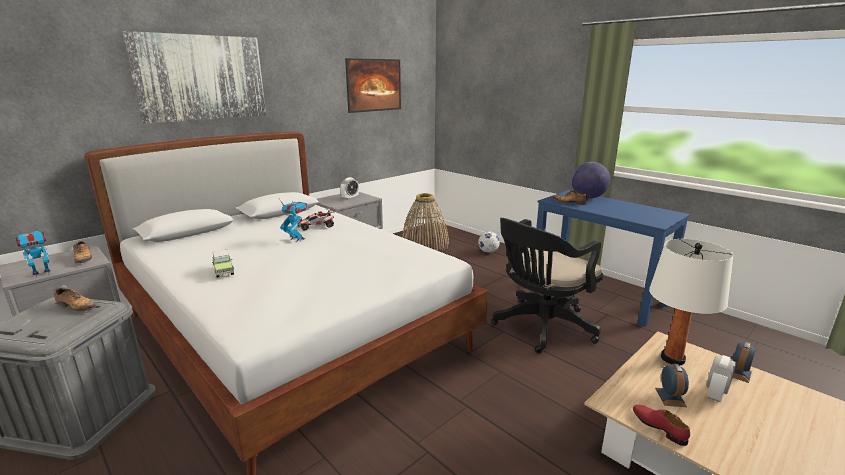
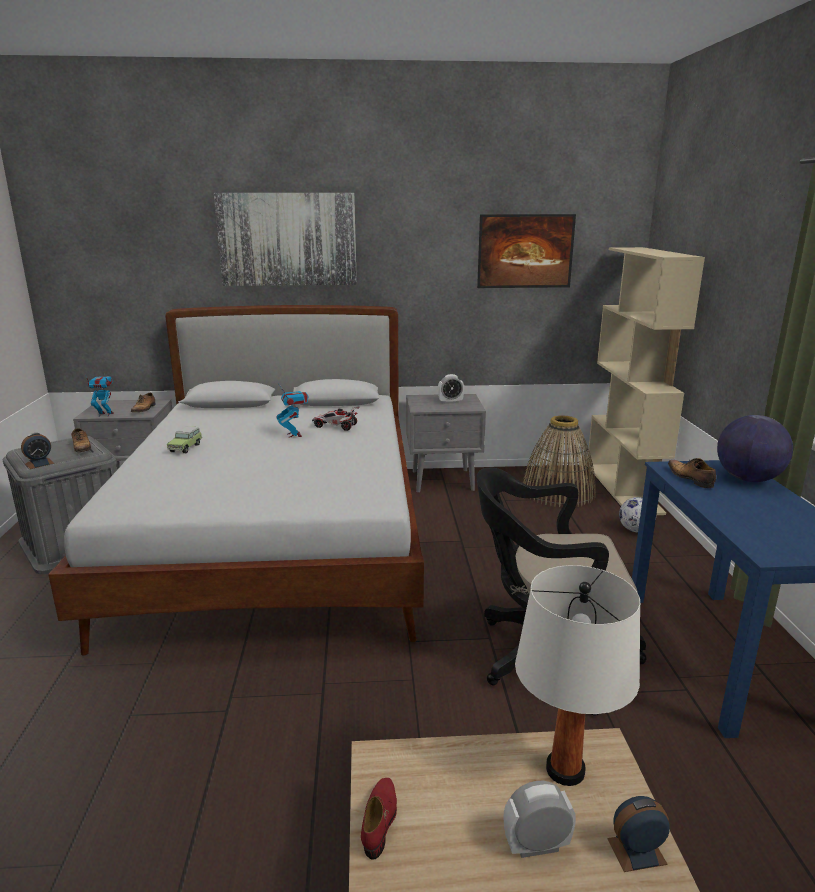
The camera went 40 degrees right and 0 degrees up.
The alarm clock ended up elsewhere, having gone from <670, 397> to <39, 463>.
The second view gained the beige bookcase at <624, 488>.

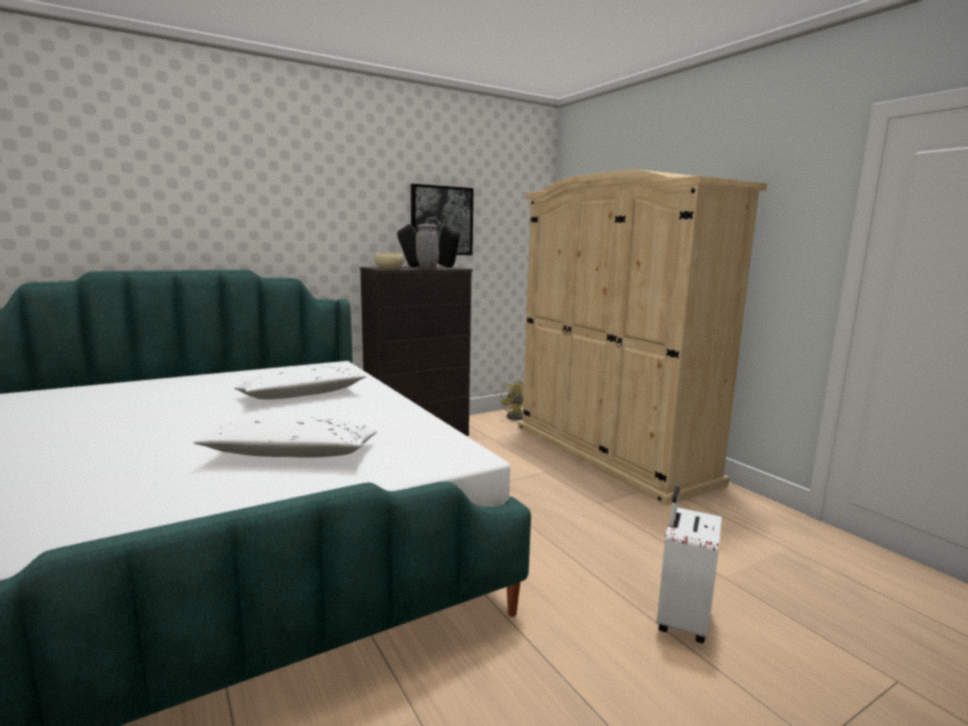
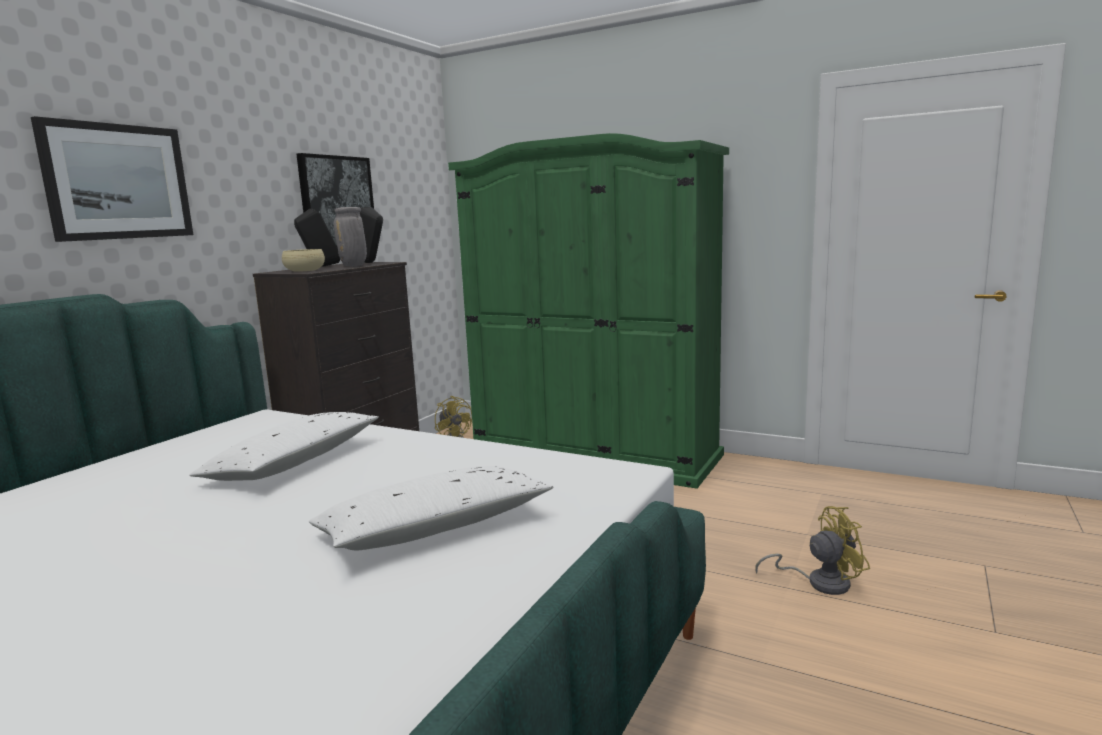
The camera went 30 degrees left and 0 degrees up.
The second view gained the picture at <118, 182>.
What was the beige wardrobe at <610, 453> turned into the green wardrobe at <593, 453>.
Where the white suitcase stood at <681, 621>, the yellow fan came to stand at <819, 582>.

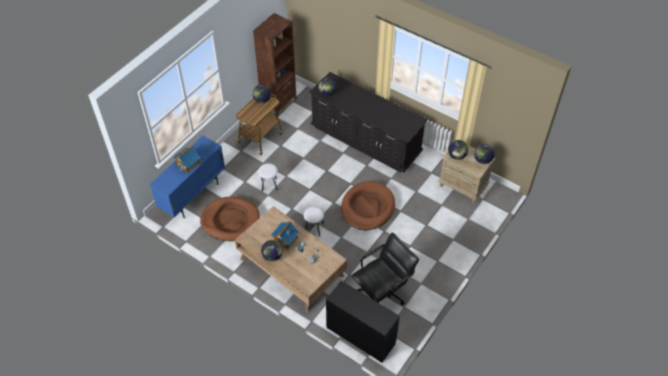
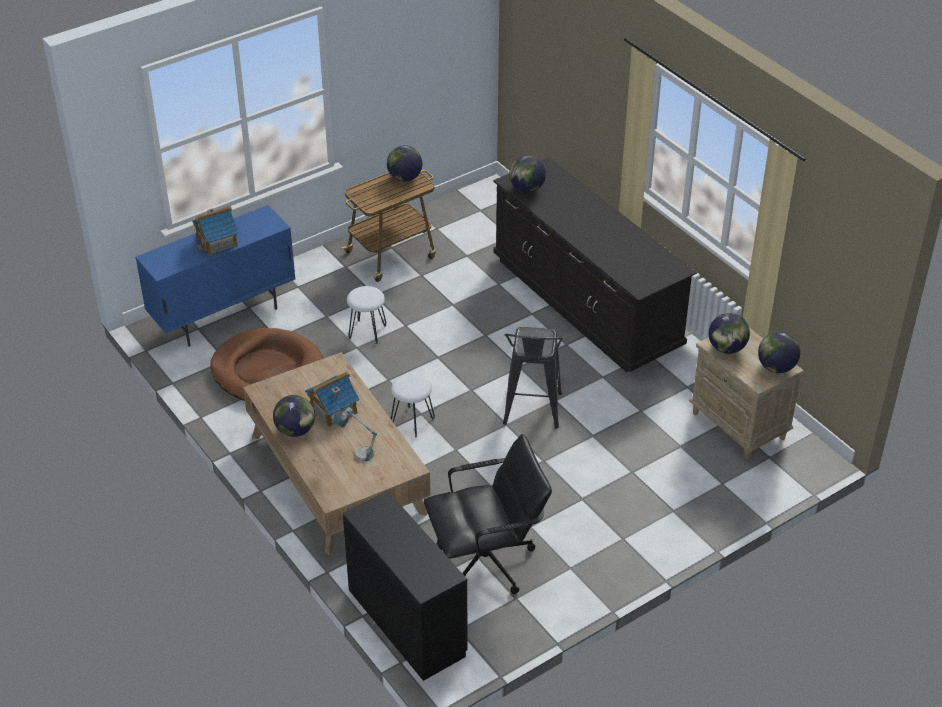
The camera went 20 degrees right and 10 degrees down.
Where the brown dog bed stood at <367, 207>, the black stool came to stand at <531, 414>.
The second view lost the brown bookcase at <279, 103>.

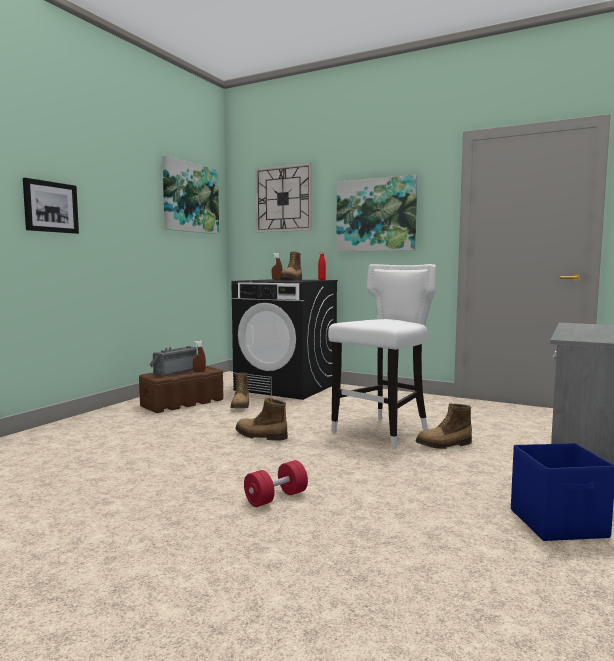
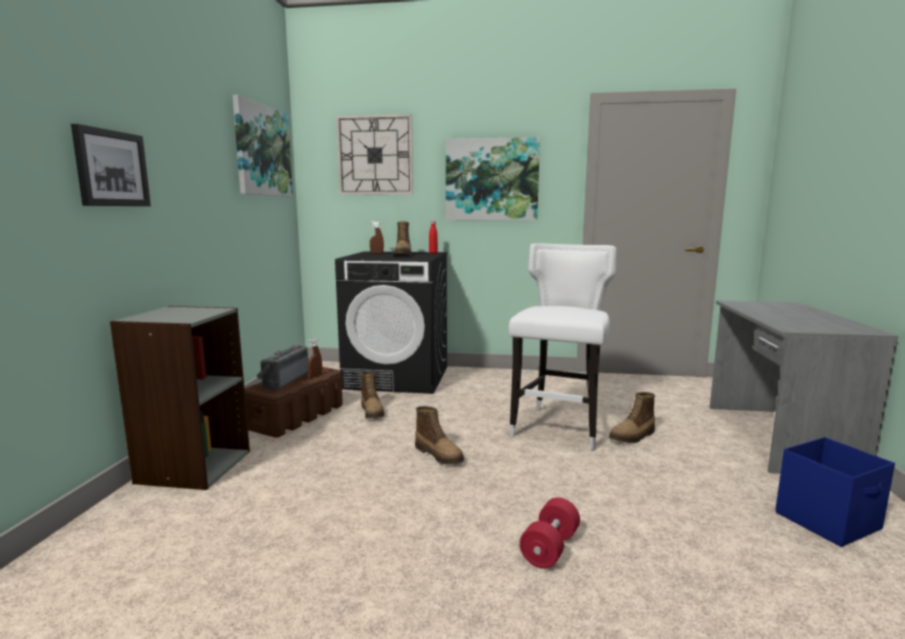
The camera went 20 degrees left and 5 degrees up.
The second view gained the grey bookcase at <193, 467>.
The boot at <260, 436> ended up facing another way, 135 degrees counterclockwise from before.

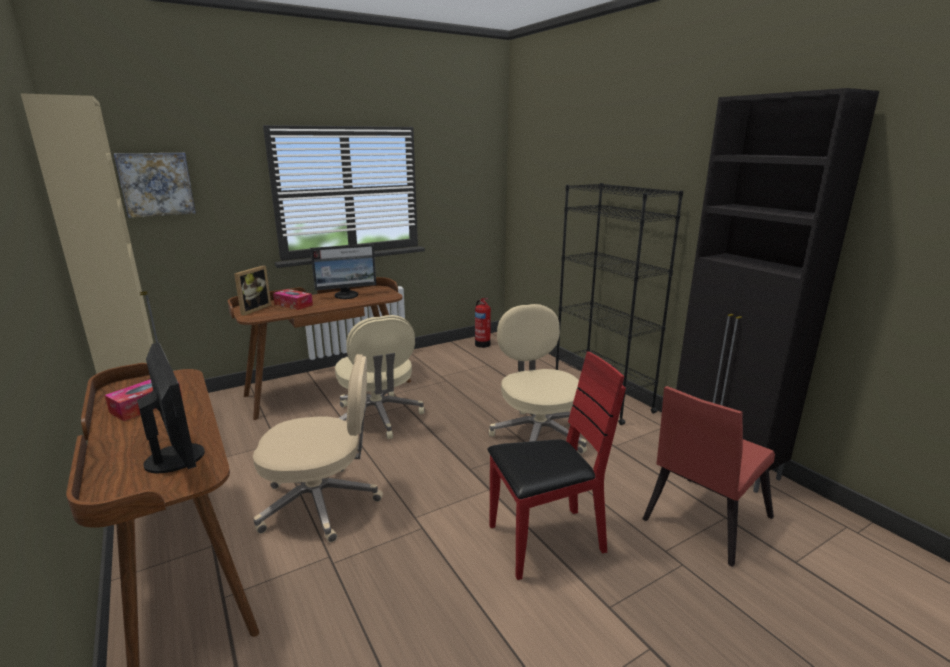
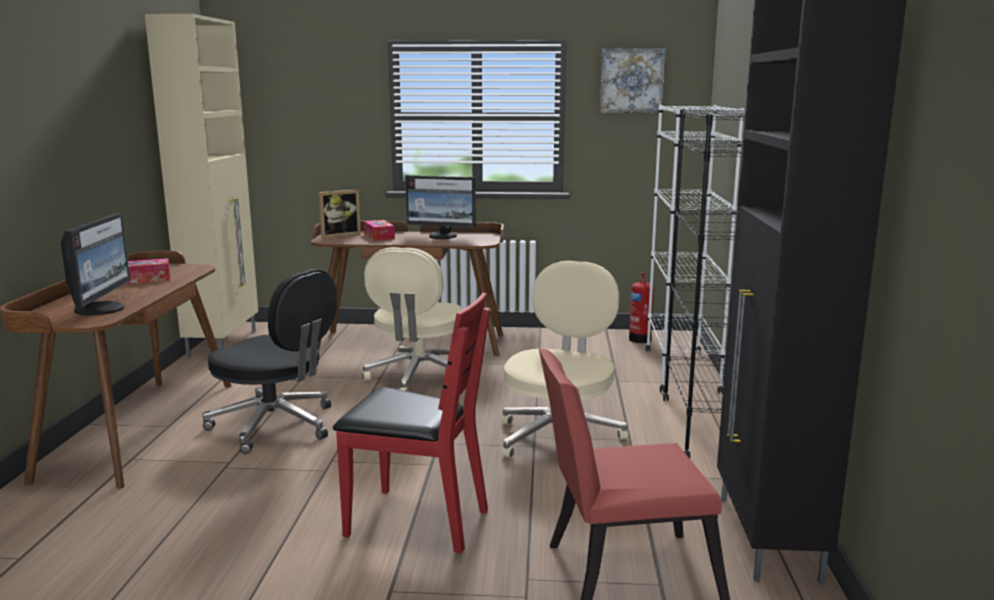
The camera went 35 degrees right and 5 degrees down.
What was the beige office chair at <322, 503> turned into the black office chair at <276, 426>.
The picture ended up elsewhere, having gone from <156, 184> to <632, 81>.
The second view gained the white bookcase at <681, 370>.

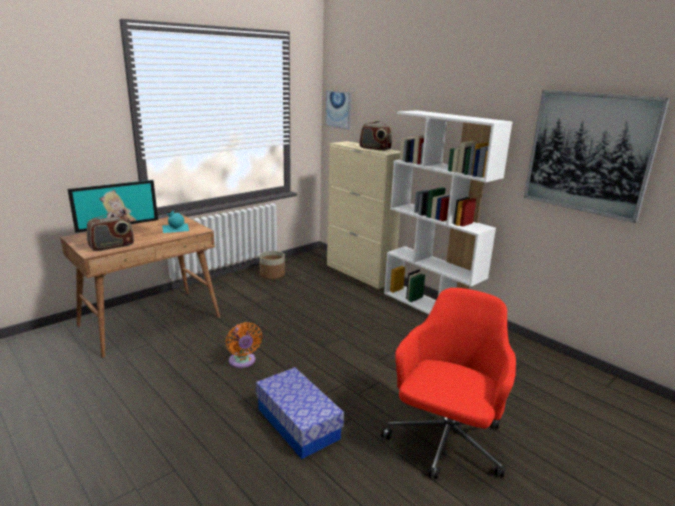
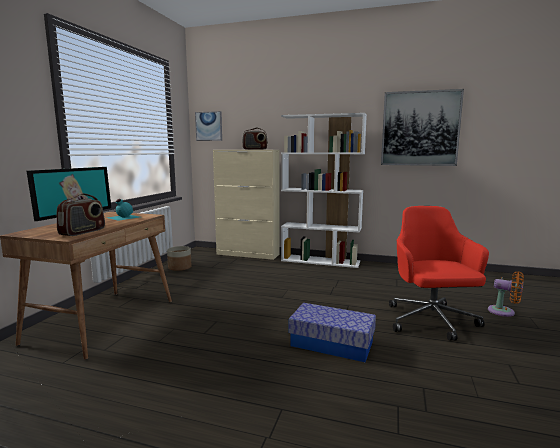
The camera went 30 degrees left and 10 degrees down.
The orange fan ended up elsewhere, having gone from <243, 362> to <504, 312>.

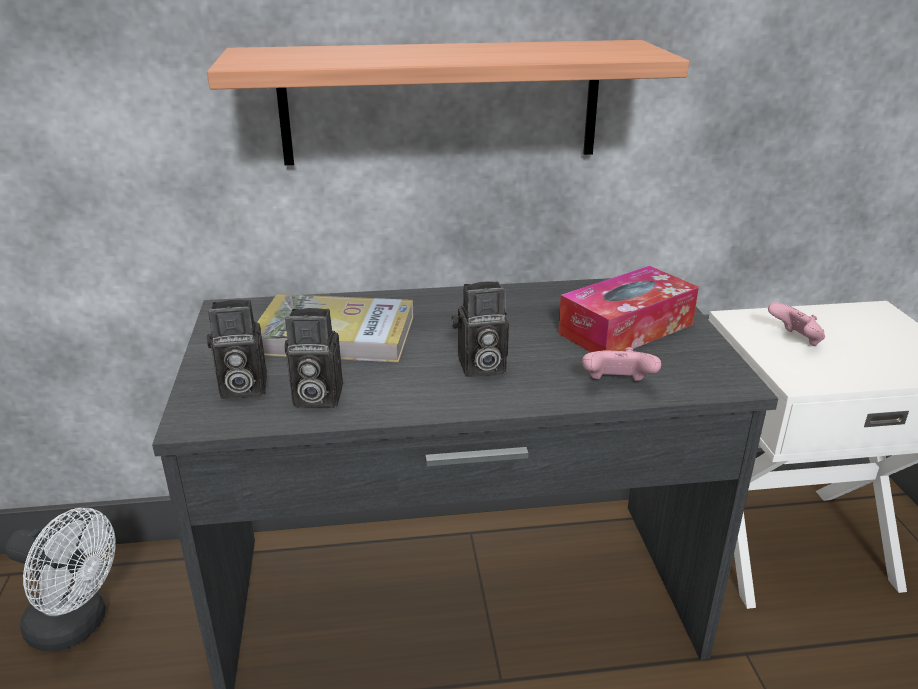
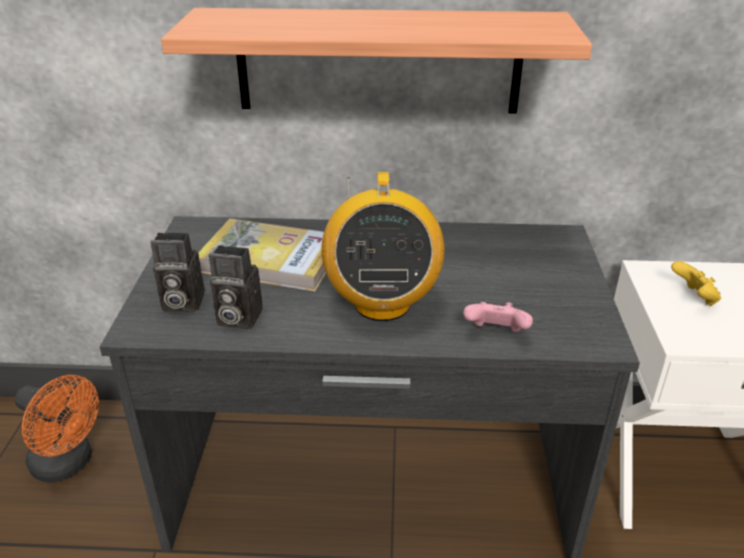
The camera went 10 degrees right and 5 degrees up.
What was the white fan at <77, 626> turned into the orange fan at <68, 464>.
Where the photo camera stood at <479, 367>, the radio came to stand at <381, 303>.
What was the pink game controller at <795, 340> turned into the yellow game controller at <693, 298>.
The second view lost the tissue box at <626, 329>.

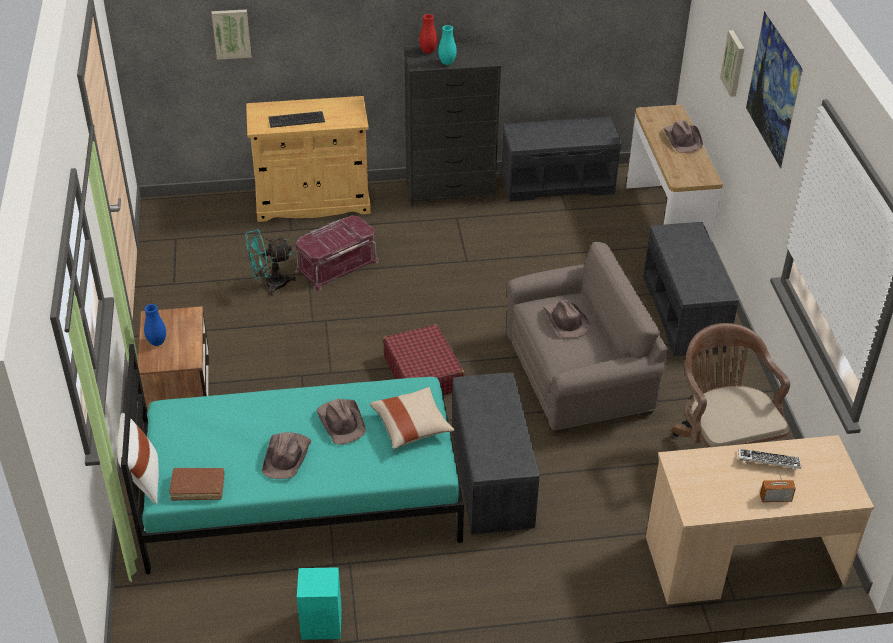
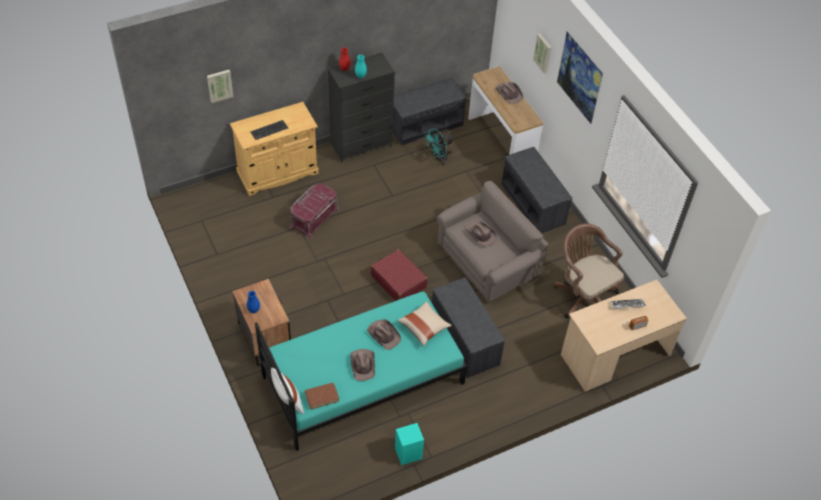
The camera went 20 degrees left and 10 degrees up.
The turquoise fan ended up elsewhere, having gone from <270, 284> to <438, 158>.

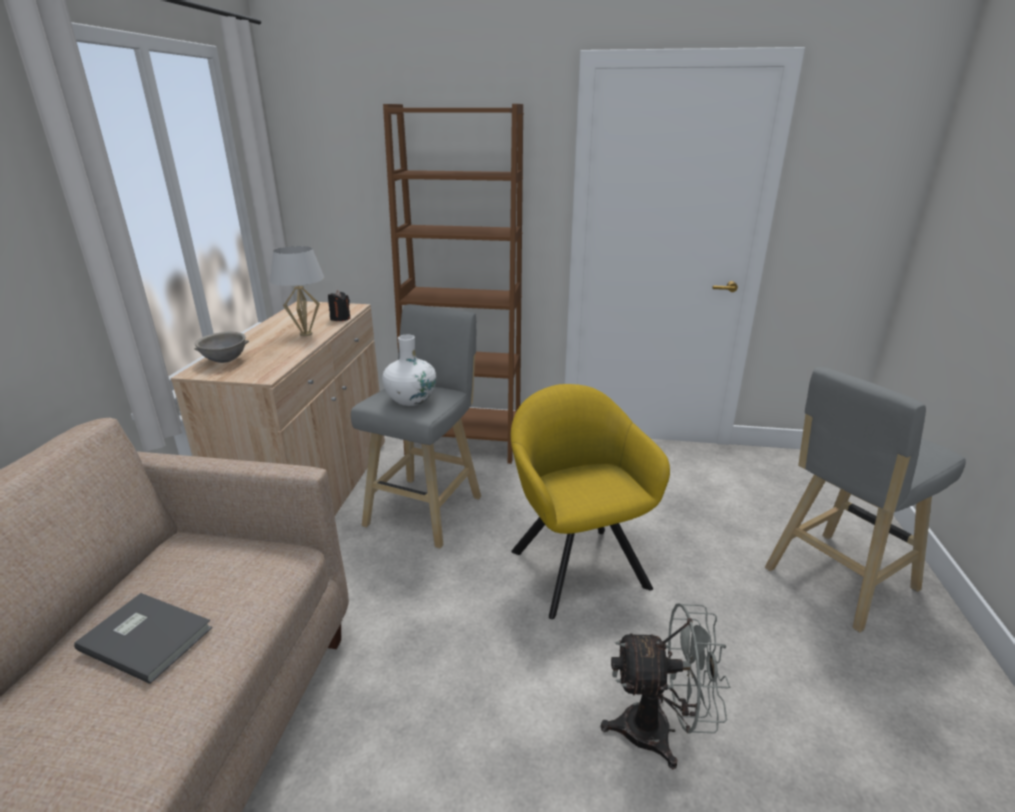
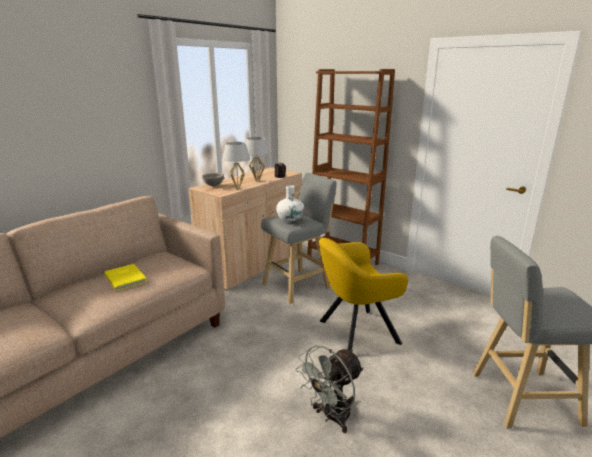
The camera went 30 degrees right and 5 degrees down.
What was the grey book at <147, 636> turned into the yellow book at <126, 278>.
The second view gained the white table lamp at <237, 188>.
The grey fan at <659, 730> ended up facing another way, 105 degrees clockwise from before.
The yellow armchair at <576, 563> ended up facing another way, 120 degrees counterclockwise from before.

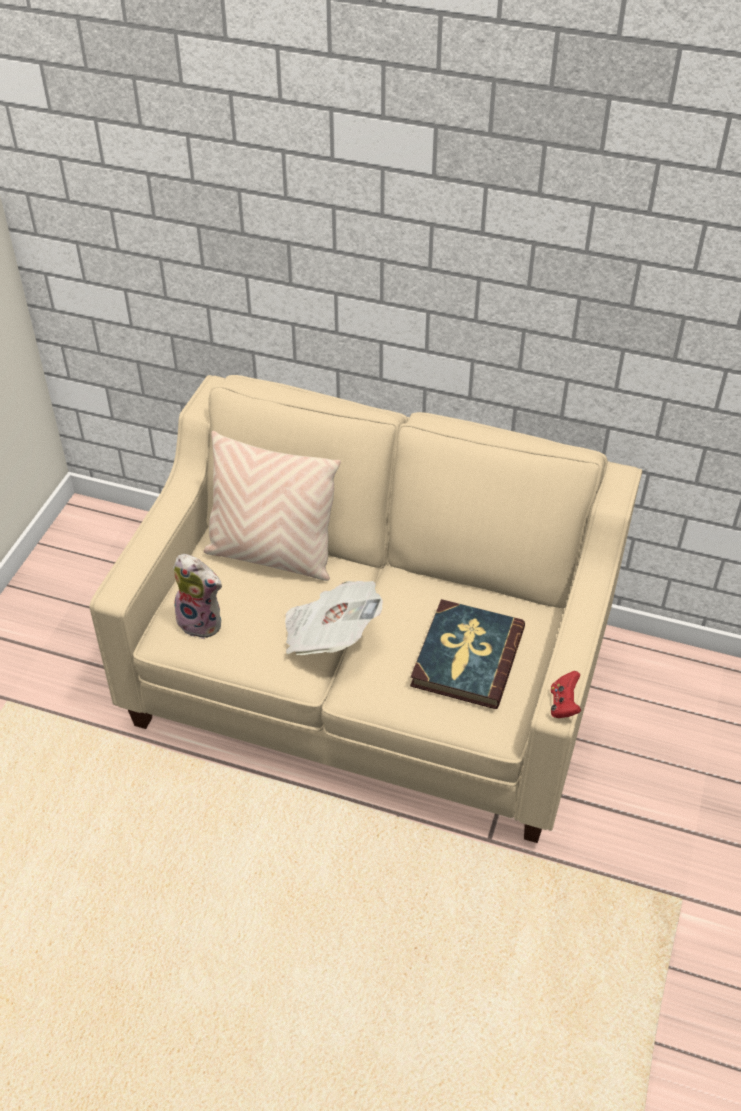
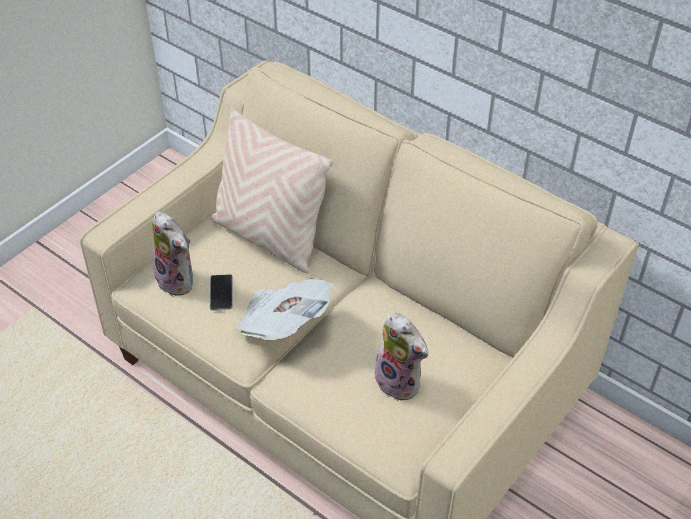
The camera went 20 degrees right and 0 degrees up.
The second view gained the phone at <221, 293>.
Where the book stood at <467, 657>, the plush toy came to stand at <401, 382>.
The second view lost the red game controller at <563, 704>.

